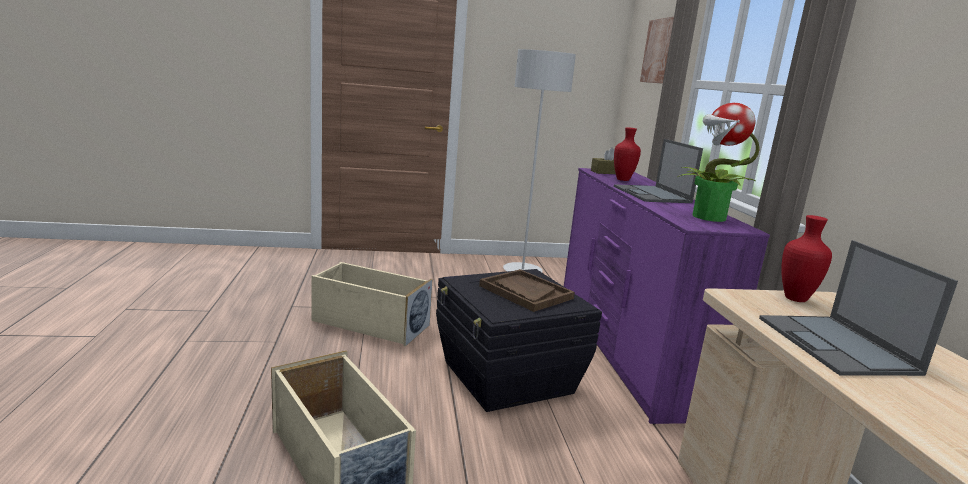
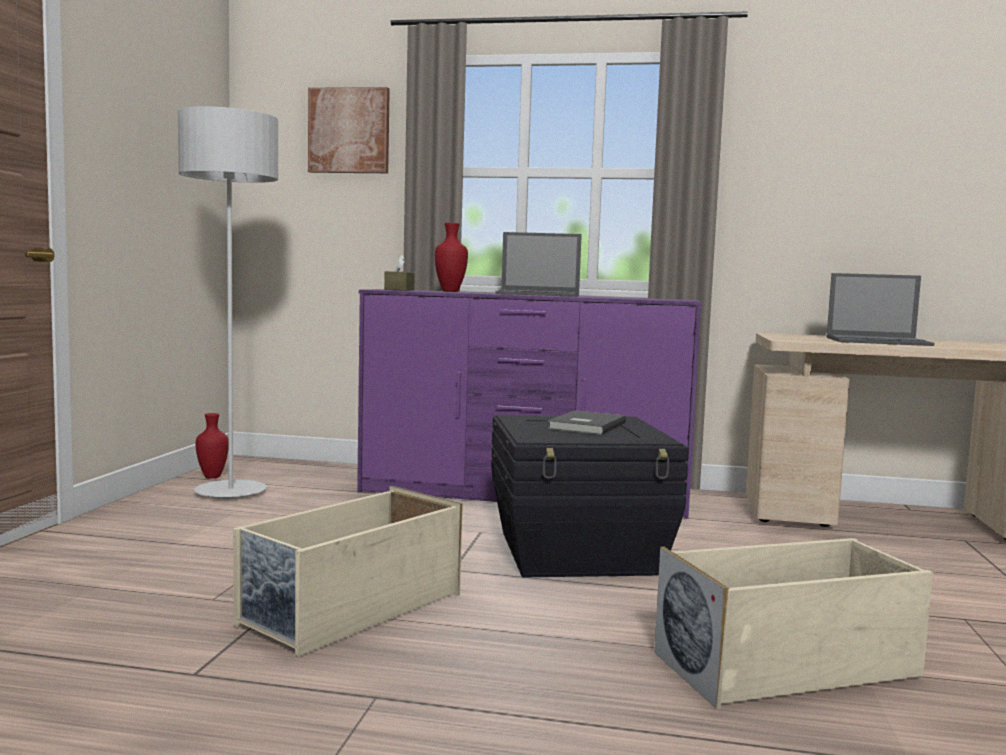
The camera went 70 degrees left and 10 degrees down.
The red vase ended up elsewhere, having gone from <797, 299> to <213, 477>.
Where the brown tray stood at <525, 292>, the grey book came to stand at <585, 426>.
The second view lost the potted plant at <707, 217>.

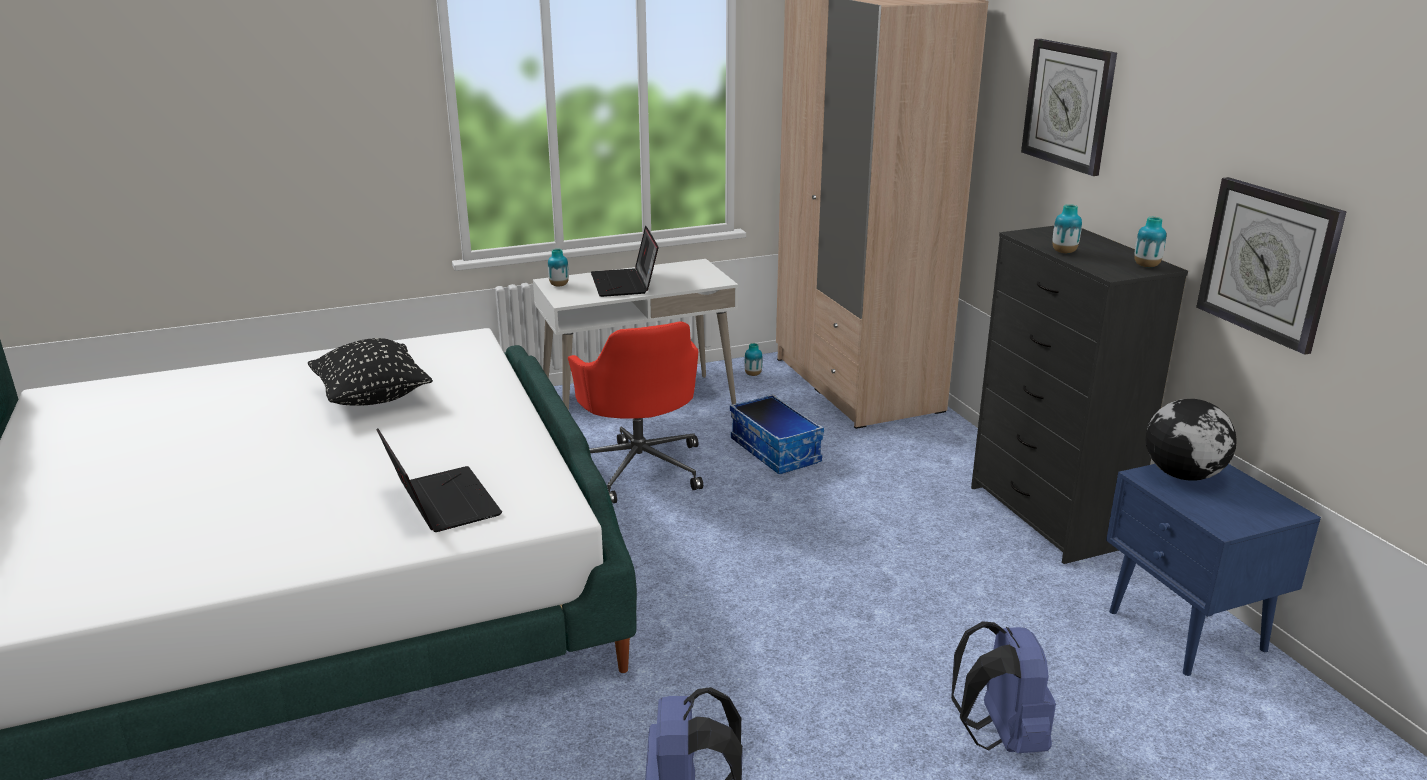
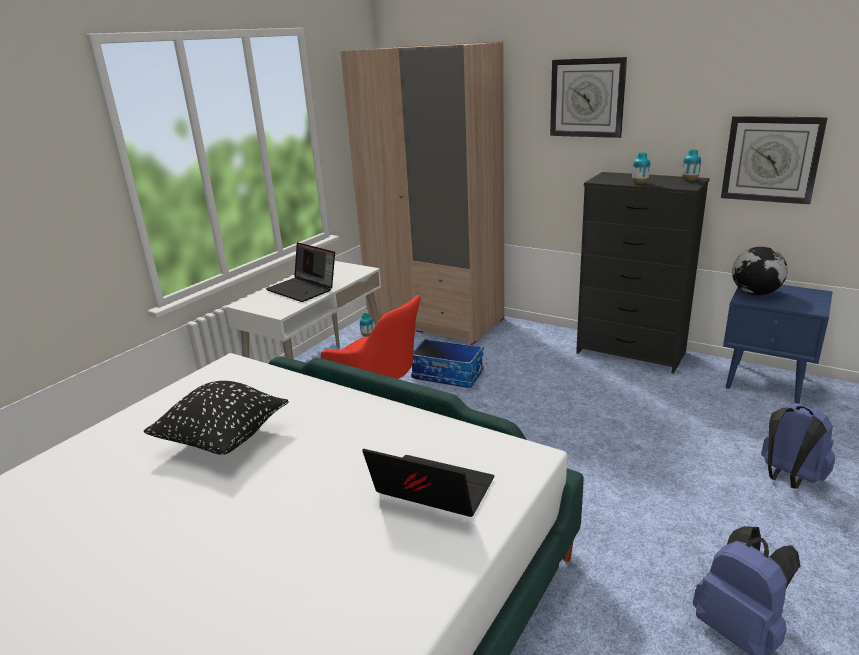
The camera went 35 degrees left and 0 degrees up.
The second view lost the vase at <559, 285>.

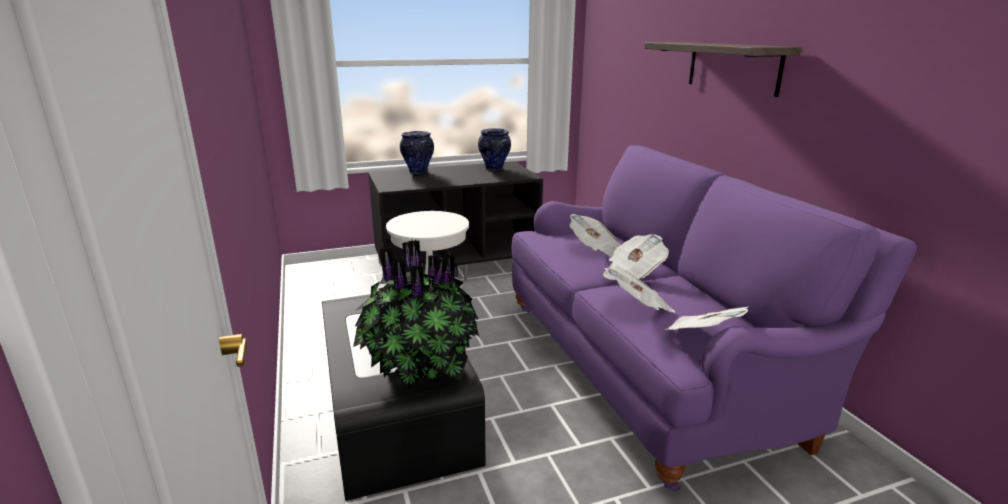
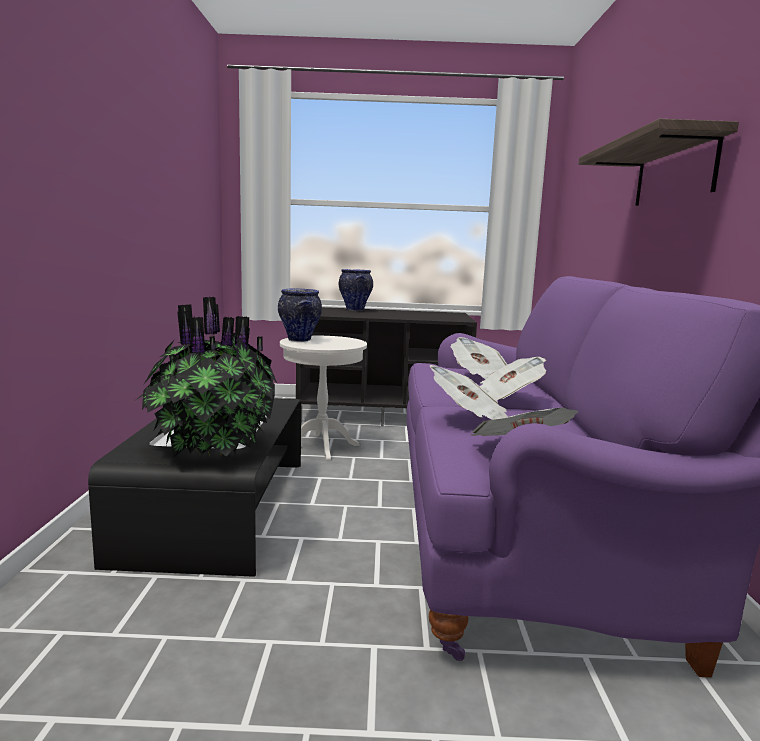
The camera went 20 degrees right and 10 degrees down.
The vase ended up elsewhere, having gone from <494, 168> to <299, 340>.

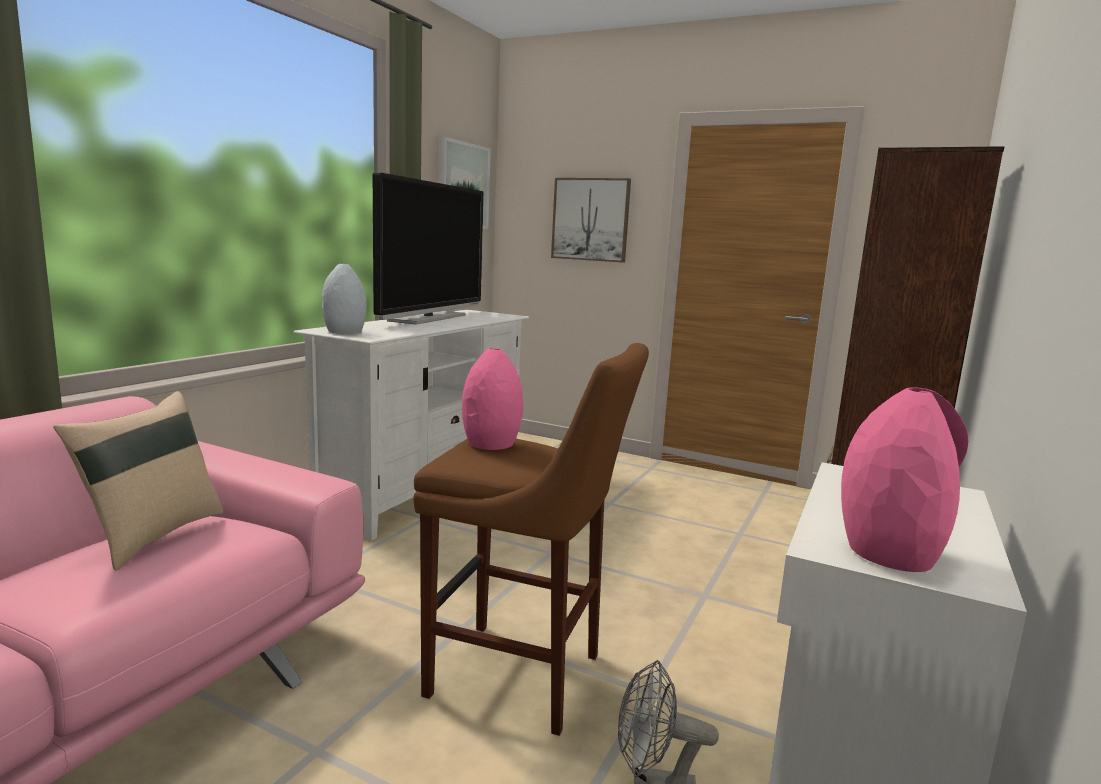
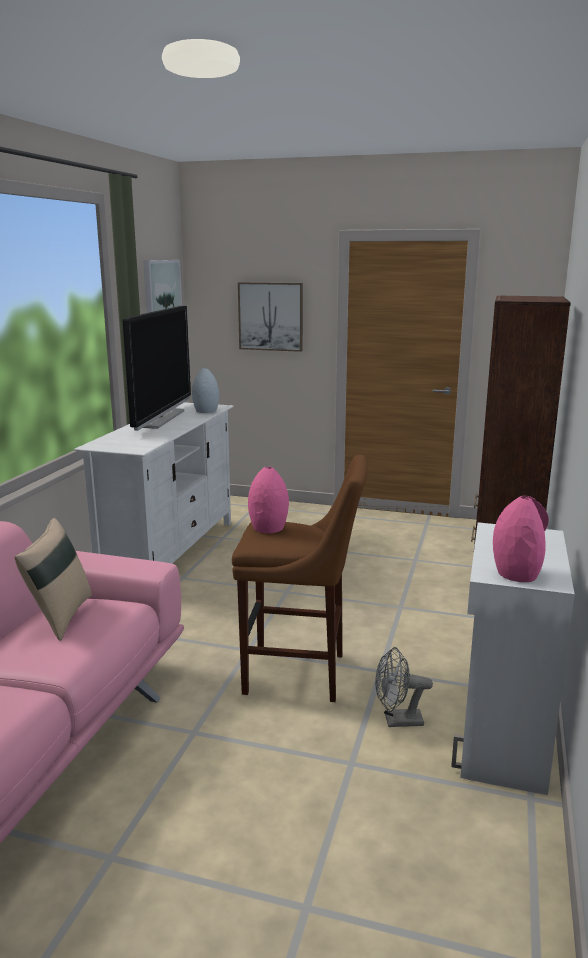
The camera went 10 degrees left and 5 degrees up.
The grey vase ended up elsewhere, having gone from <343, 332> to <205, 411>.

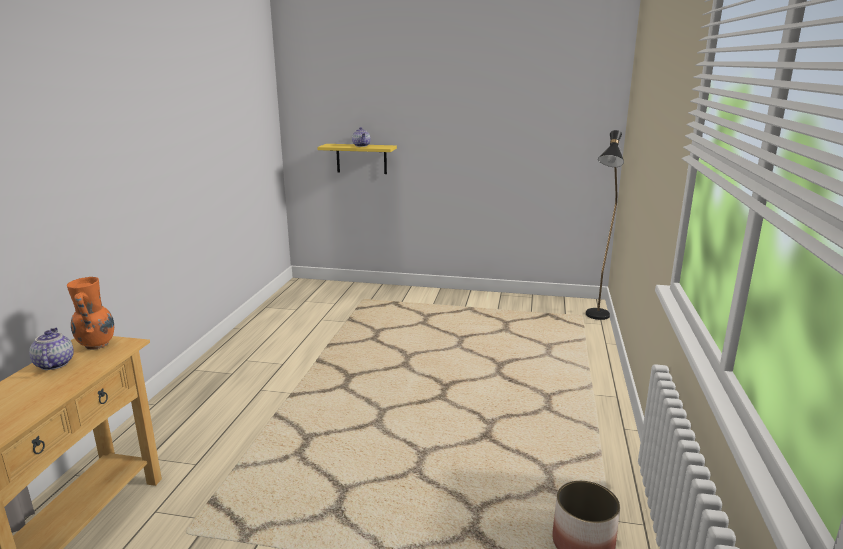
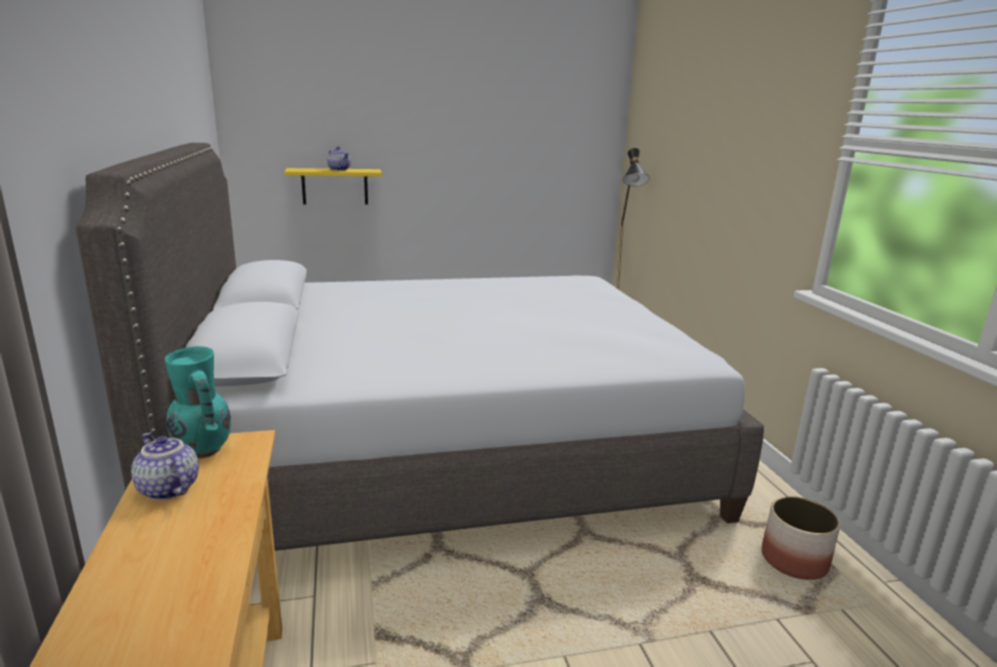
The camera went 25 degrees left and 0 degrees up.
The second view gained the grey bed at <445, 453>.
What was the orange vase at <96, 345> turned into the turquoise vase at <203, 451>.

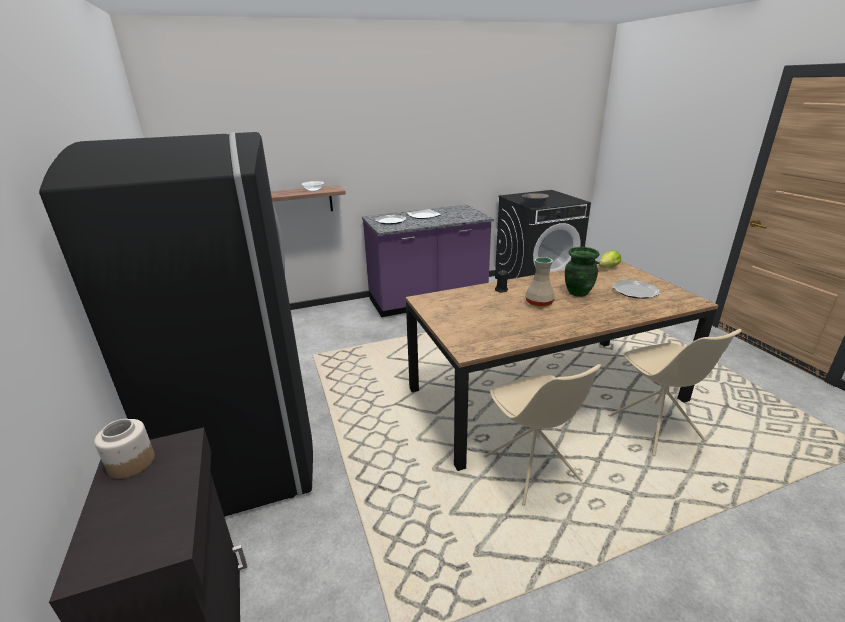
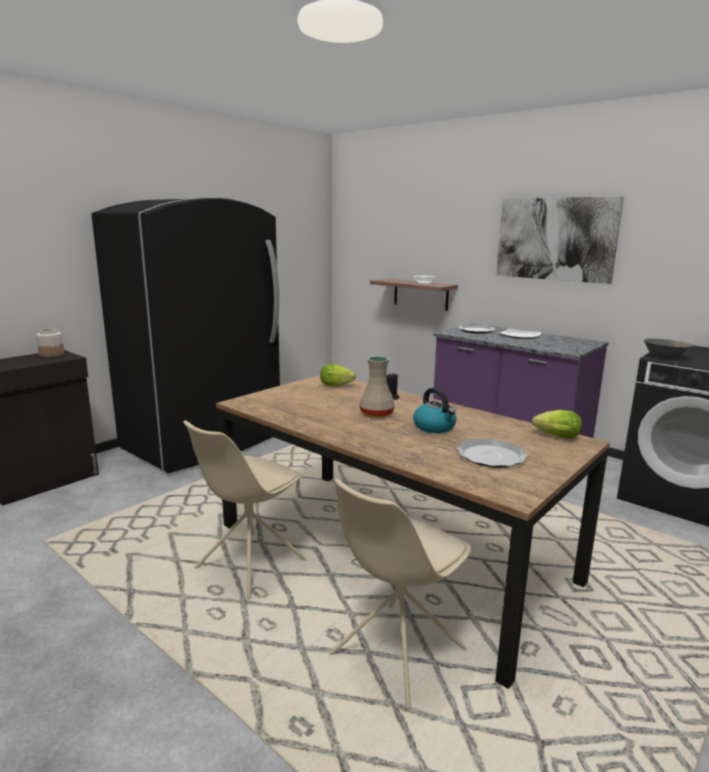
The camera went 60 degrees right and 10 degrees down.
The second view gained the lettuce at <338, 386>.
Where the green vase stood at <577, 292>, the kettle came to stand at <435, 427>.
The second view gained the picture at <555, 239>.

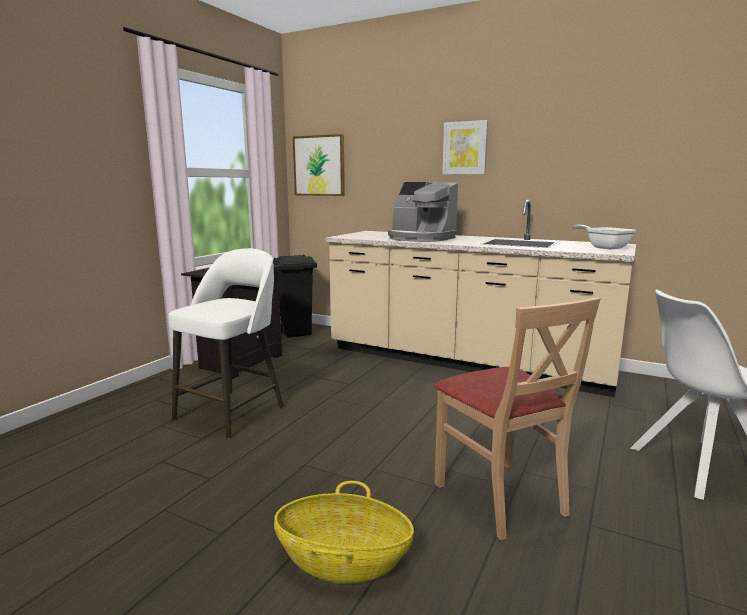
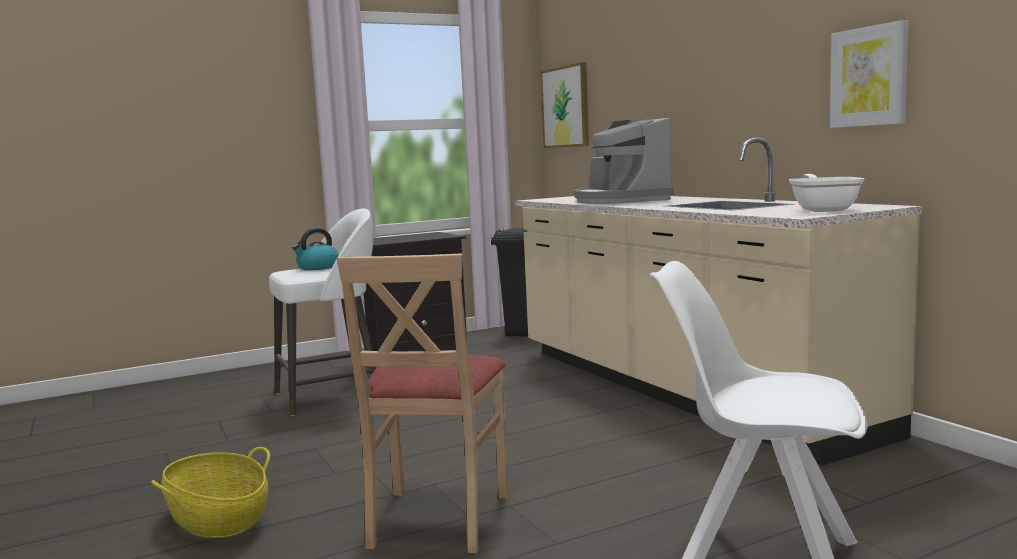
The camera went 35 degrees right and 5 degrees down.
The second view gained the kettle at <317, 268>.
The picture ended up elsewhere, having gone from <465, 148> to <869, 76>.

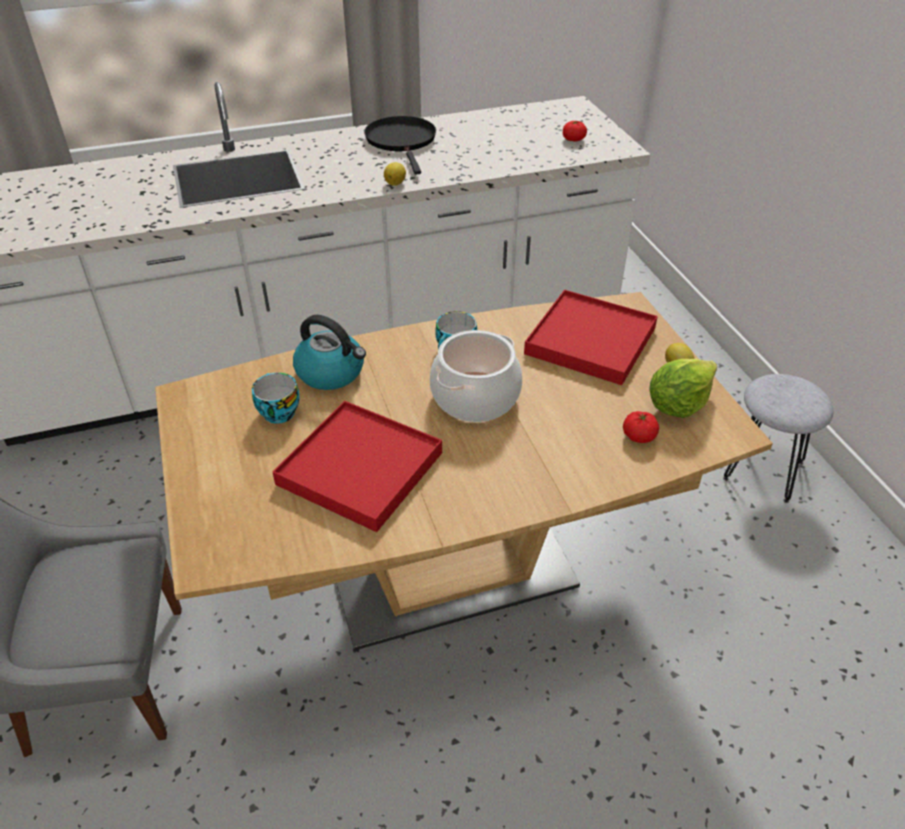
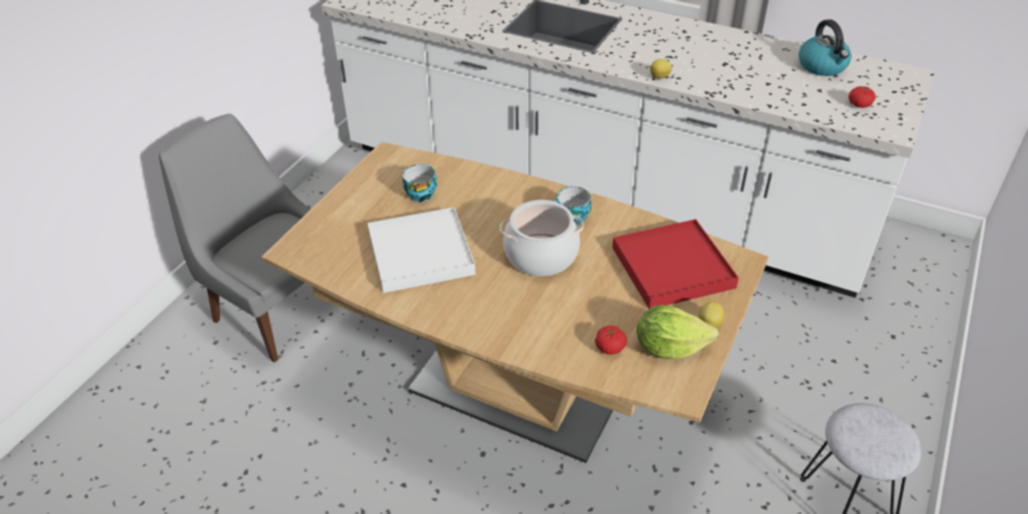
The camera went 45 degrees right and 0 degrees up.
What was the red tray at <360, 468> turned into the white tray at <421, 253>.
The kettle ended up elsewhere, having gone from <331, 372> to <823, 66>.
The second view lost the black frying pan at <402, 141>.

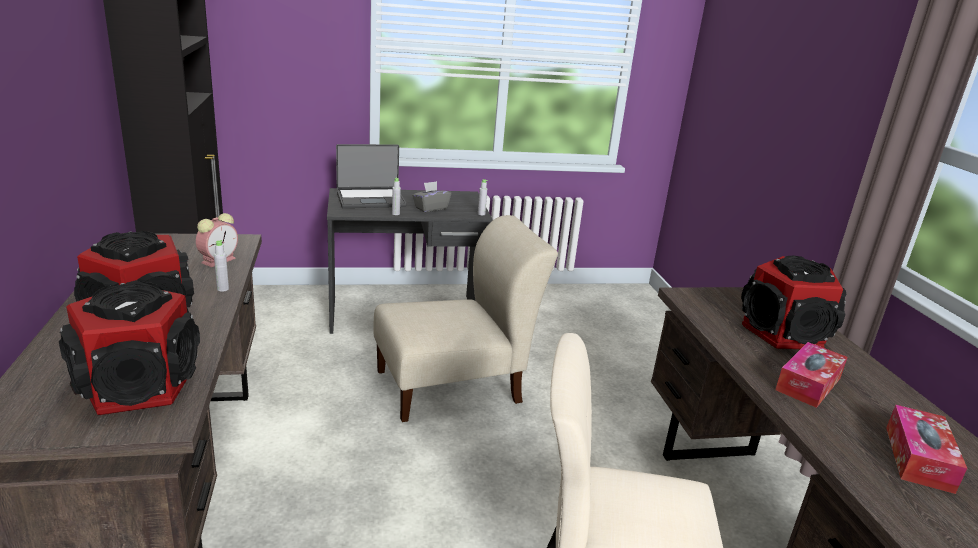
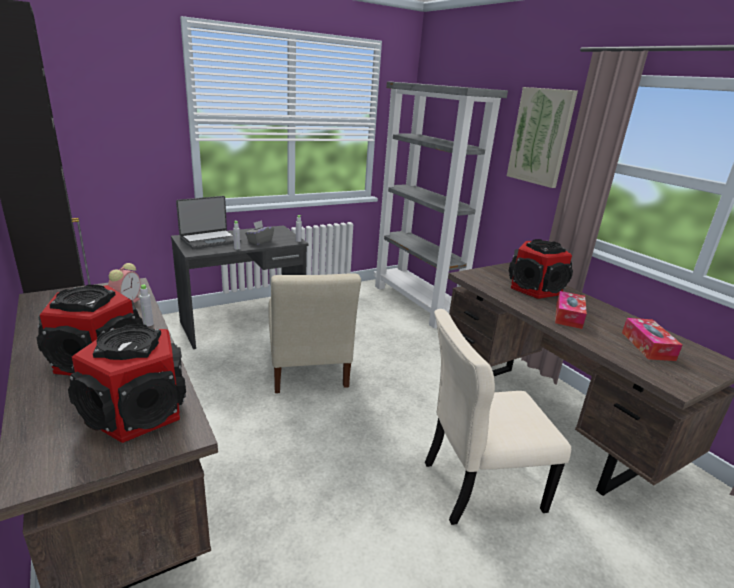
The camera went 20 degrees left and 0 degrees up.
The beige chair at <454, 385> ended up facing another way, 120 degrees clockwise from before.
The second view gained the grey bookcase at <417, 303>.
The second view gained the picture at <541, 136>.

